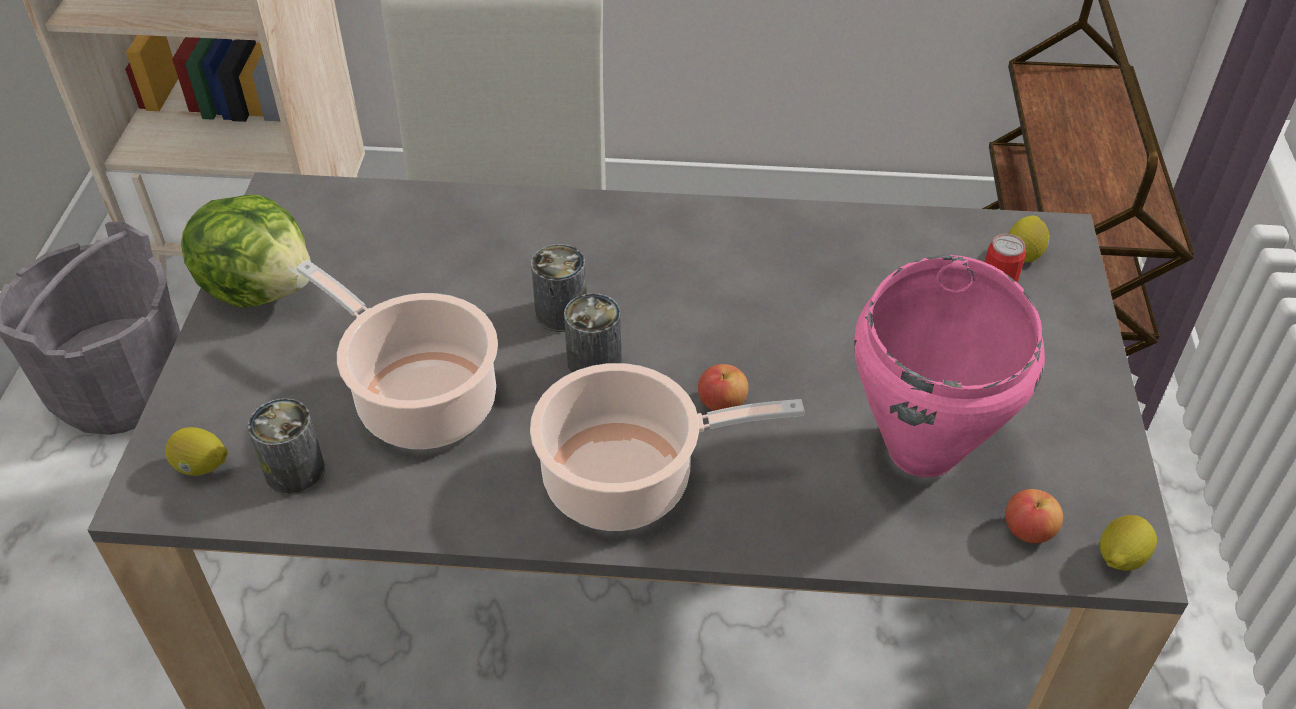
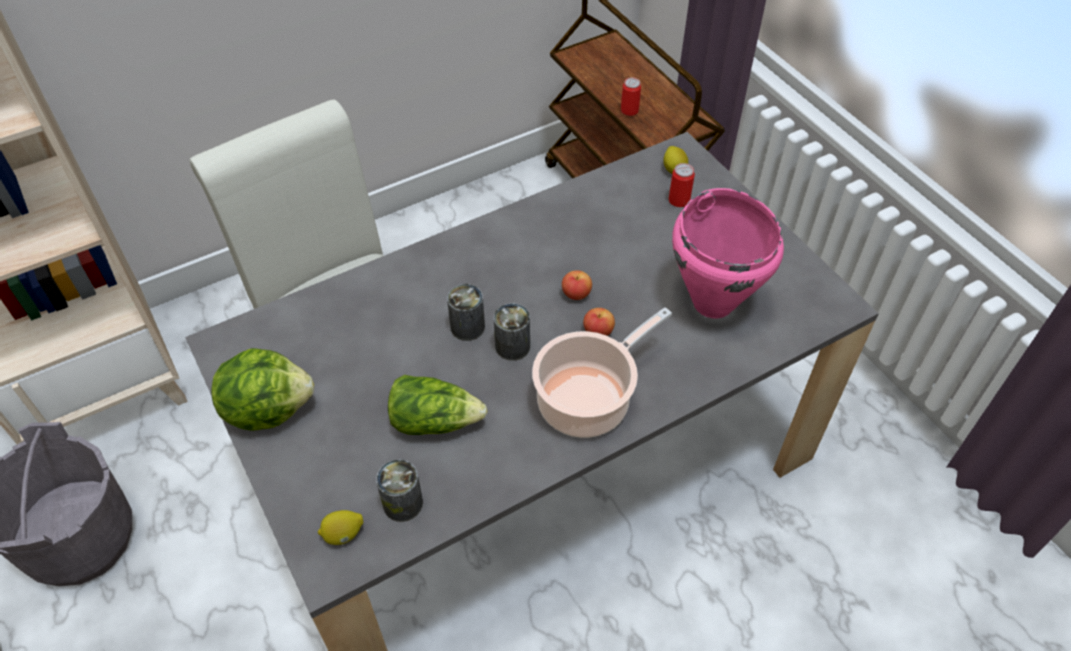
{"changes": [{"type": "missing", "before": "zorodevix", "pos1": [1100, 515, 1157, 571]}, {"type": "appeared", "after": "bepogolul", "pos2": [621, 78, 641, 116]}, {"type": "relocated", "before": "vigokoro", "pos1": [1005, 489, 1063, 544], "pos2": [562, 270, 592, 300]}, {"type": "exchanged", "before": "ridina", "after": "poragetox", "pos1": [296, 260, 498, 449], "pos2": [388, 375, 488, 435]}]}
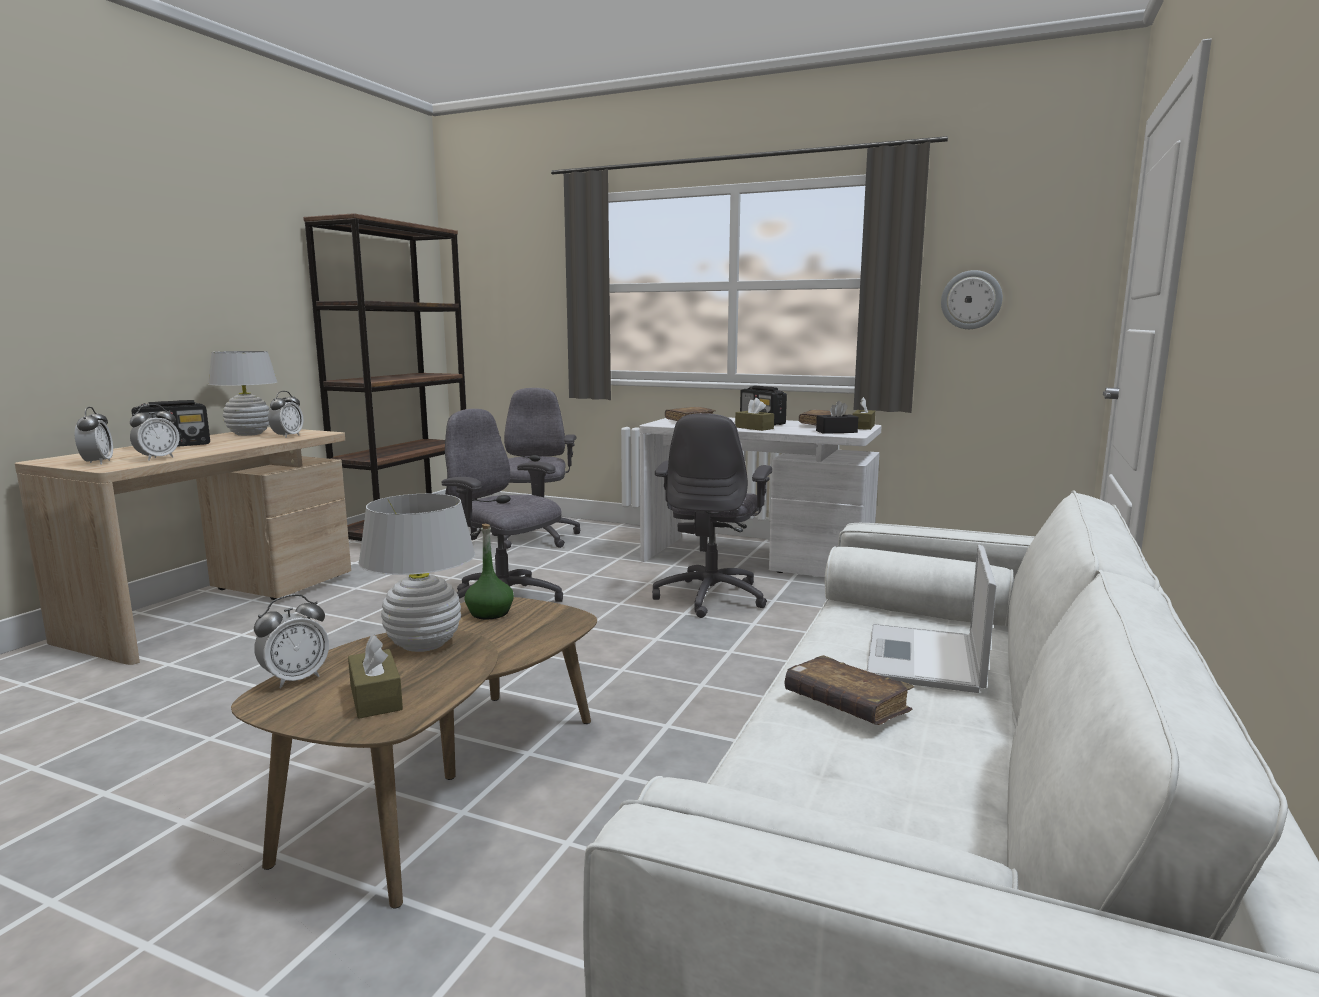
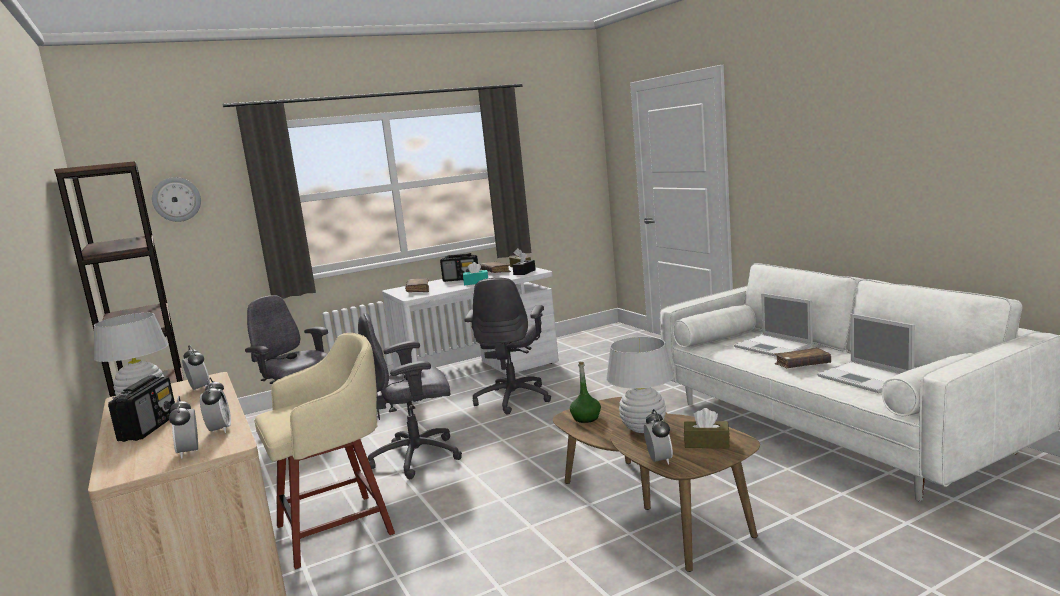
{"changes": [{"type": "appeared", "after": "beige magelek", "pos2": [254, 333, 395, 569]}, {"type": "appeared", "after": "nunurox", "pos2": [817, 314, 915, 393]}, {"type": "relocated", "before": "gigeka", "pos1": [941, 270, 1003, 329], "pos2": [152, 177, 201, 222]}, {"type": "colour", "before": "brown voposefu", "after": "turquoise voposefu", "pos1": [735, 398, 774, 431], "pos2": [463, 262, 488, 285]}, {"type": "spun", "before": "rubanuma", "pos1": [75, 407, 113, 465], "pos2": [169, 396, 198, 459], "turn": -135}, {"type": "spun", "before": "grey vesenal", "pos1": [652, 413, 772, 618], "pos2": [464, 278, 551, 415], "turn": 45}]}
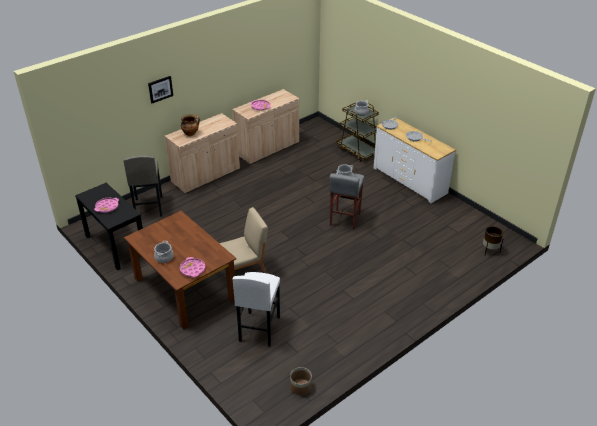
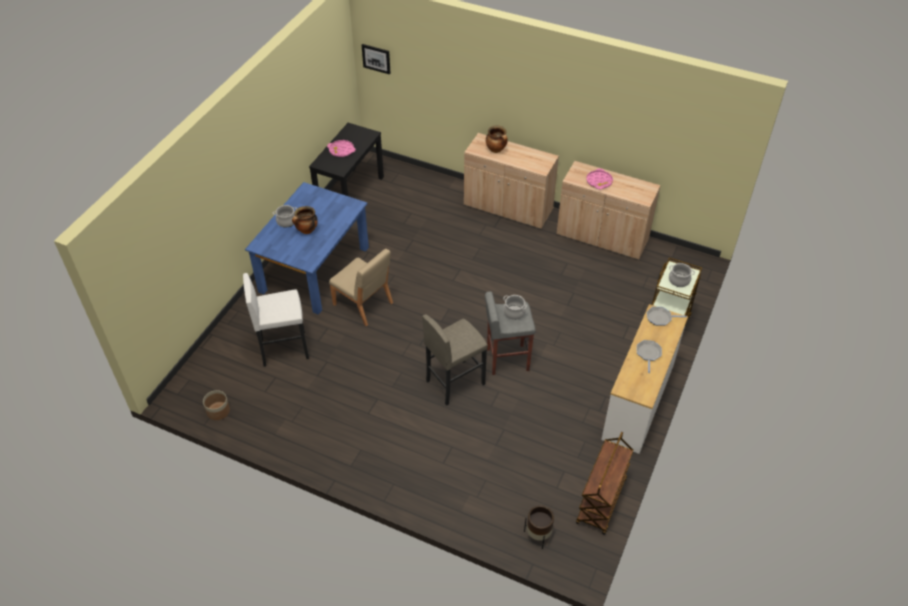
{"changes": [{"type": "missing", "before": "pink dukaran", "pos1": [180, 257, 205, 277]}, {"type": "appeared", "after": "ridina", "pos2": [292, 206, 318, 234]}, {"type": "appeared", "after": "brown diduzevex", "pos2": [576, 432, 633, 535]}, {"type": "relocated", "before": "grey magelek", "pos1": [123, 155, 163, 217], "pos2": [422, 314, 488, 406]}, {"type": "relocated", "before": "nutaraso", "pos1": [148, 76, 173, 103], "pos2": [362, 44, 390, 75]}, {"type": "colour", "before": "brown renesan", "after": "blue renesan", "pos1": [124, 211, 236, 330], "pos2": [245, 182, 369, 315]}]}
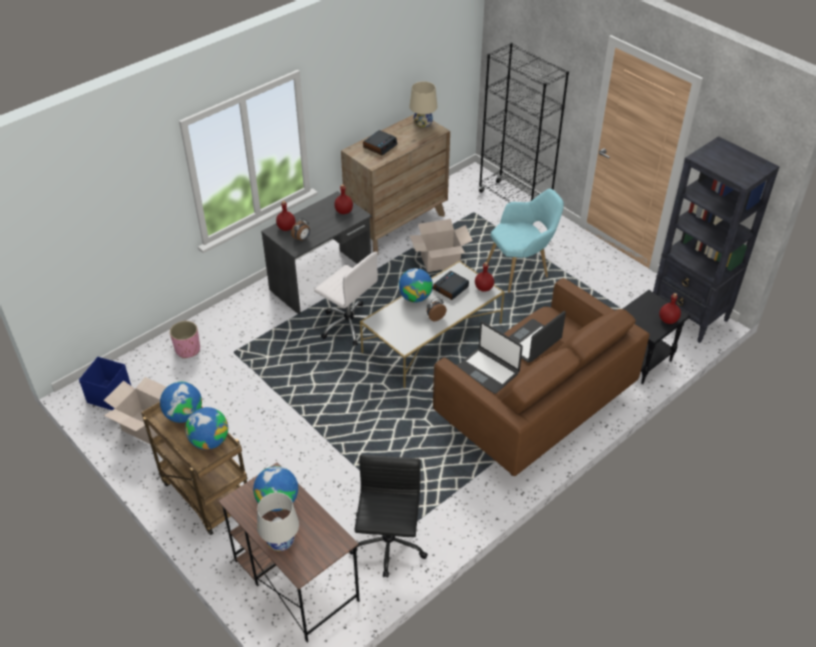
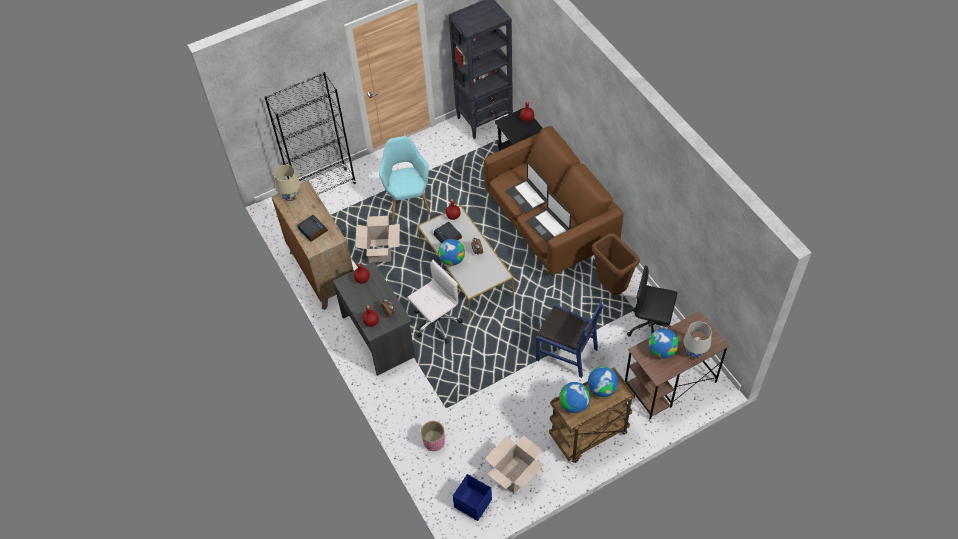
{"changes": [{"type": "appeared", "after": "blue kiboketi", "pos2": [536, 300, 604, 378]}, {"type": "appeared", "after": "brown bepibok", "pos2": [592, 233, 640, 295]}, {"type": "spun", "before": "nunurox", "pos1": [457, 322, 523, 394], "pos2": [527, 191, 572, 243], "turn": 90}]}
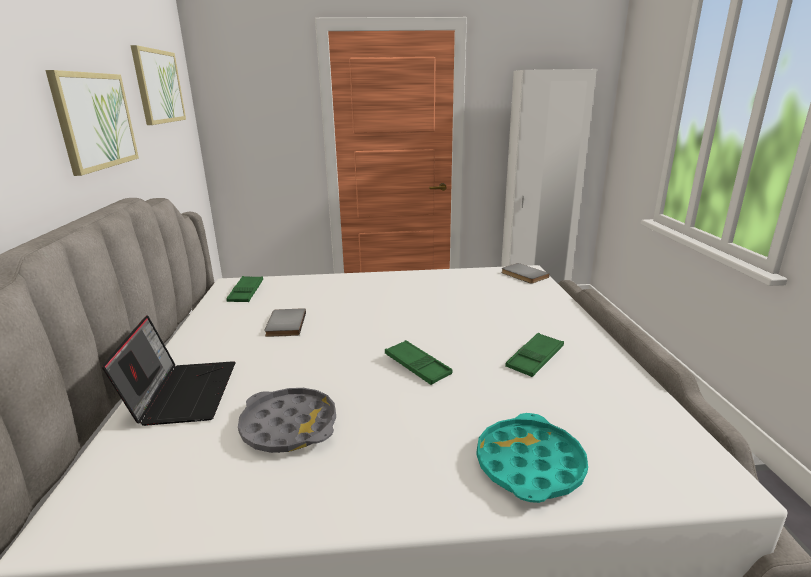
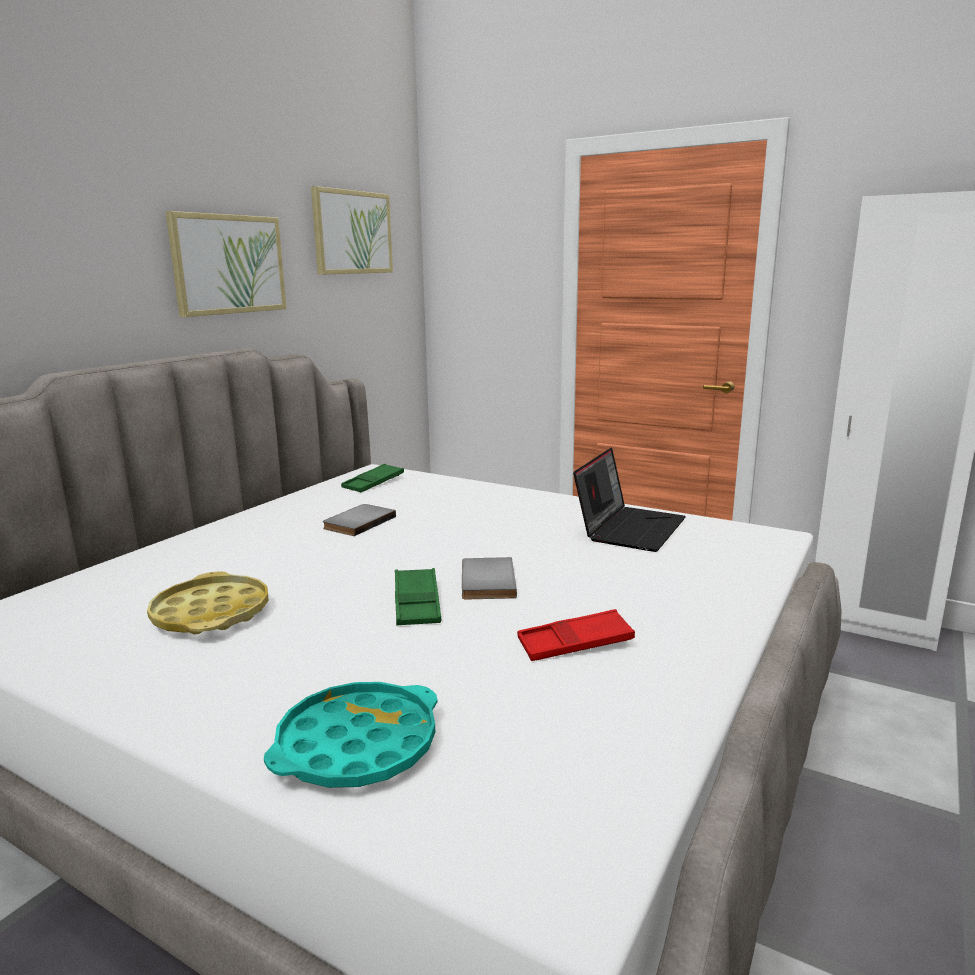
{"changes": [{"type": "relocated", "before": "nunurox", "pos1": [102, 315, 236, 426], "pos2": [573, 447, 686, 552]}, {"type": "relocated", "before": "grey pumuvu", "pos1": [501, 263, 550, 284], "pos2": [462, 557, 517, 599]}, {"type": "colour", "before": "grey dukaran", "after": "yellow dukaran", "pos1": [238, 388, 336, 453], "pos2": [147, 571, 269, 634]}, {"type": "colour", "before": "green dukaran", "after": "red dukaran", "pos1": [505, 333, 564, 377], "pos2": [517, 609, 635, 661]}]}
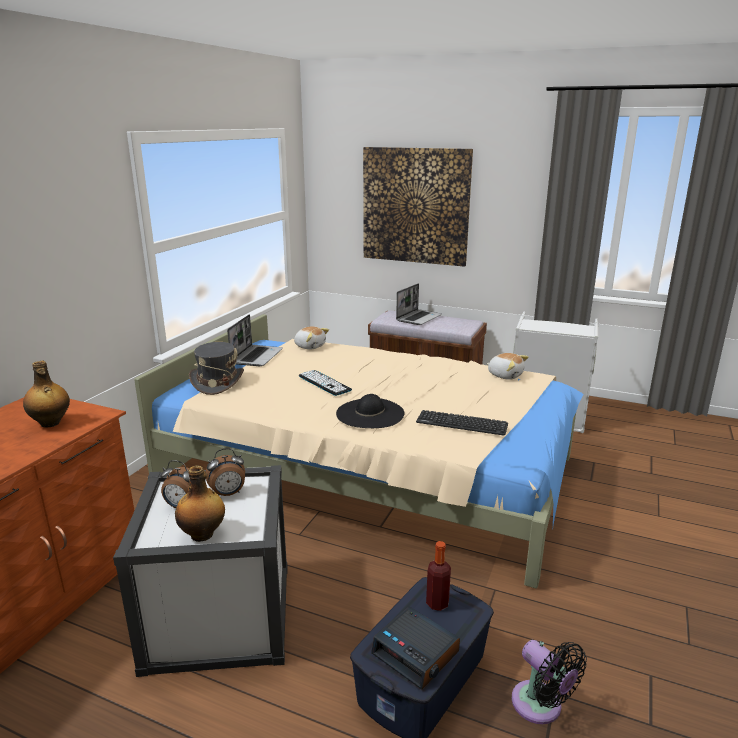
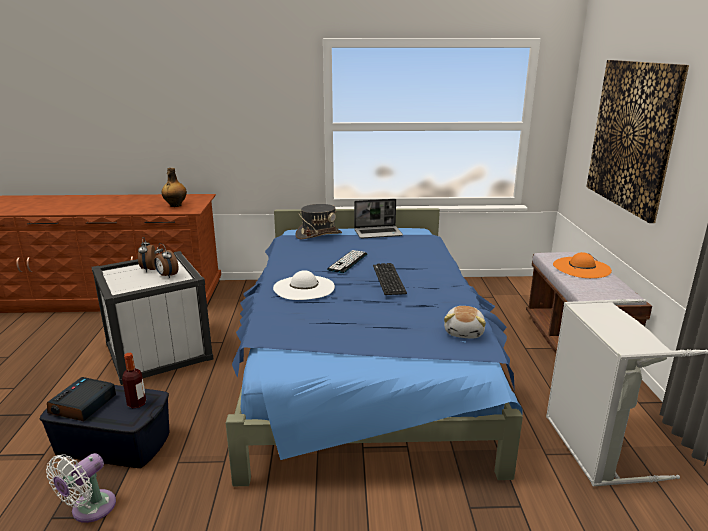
{"changes": [{"type": "missing", "before": "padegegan", "pos1": [175, 465, 225, 542]}, {"type": "missing", "before": "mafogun", "pos1": [294, 326, 329, 350]}, {"type": "relocated", "before": "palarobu", "pos1": [416, 410, 508, 436], "pos2": [373, 263, 407, 295]}, {"type": "exchanged", "before": "nunurox", "after": "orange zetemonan", "pos1": [396, 284, 442, 325], "pos2": [553, 252, 612, 278]}, {"type": "colour", "before": "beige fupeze", "after": "blue fupeze", "pos1": [134, 314, 584, 589], "pos2": [226, 208, 523, 486]}, {"type": "colour", "before": "black zetemonan", "after": "white zetemonan", "pos1": [336, 394, 404, 428], "pos2": [273, 270, 335, 300]}, {"type": "colour", "before": "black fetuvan", "after": "white fetuvan", "pos1": [512, 640, 587, 724], "pos2": [46, 453, 116, 523]}]}
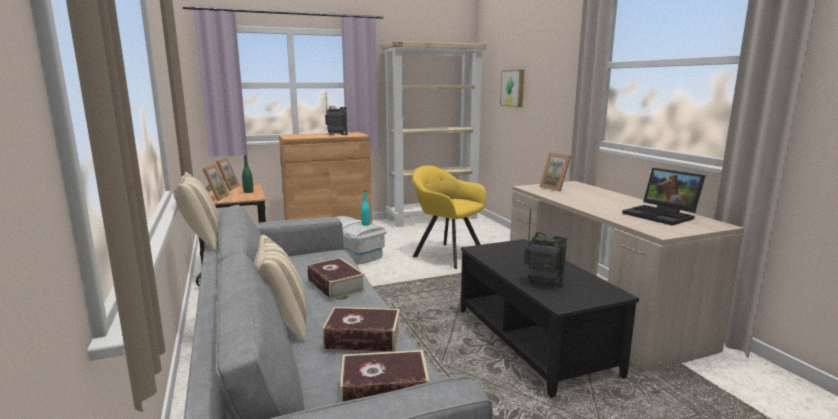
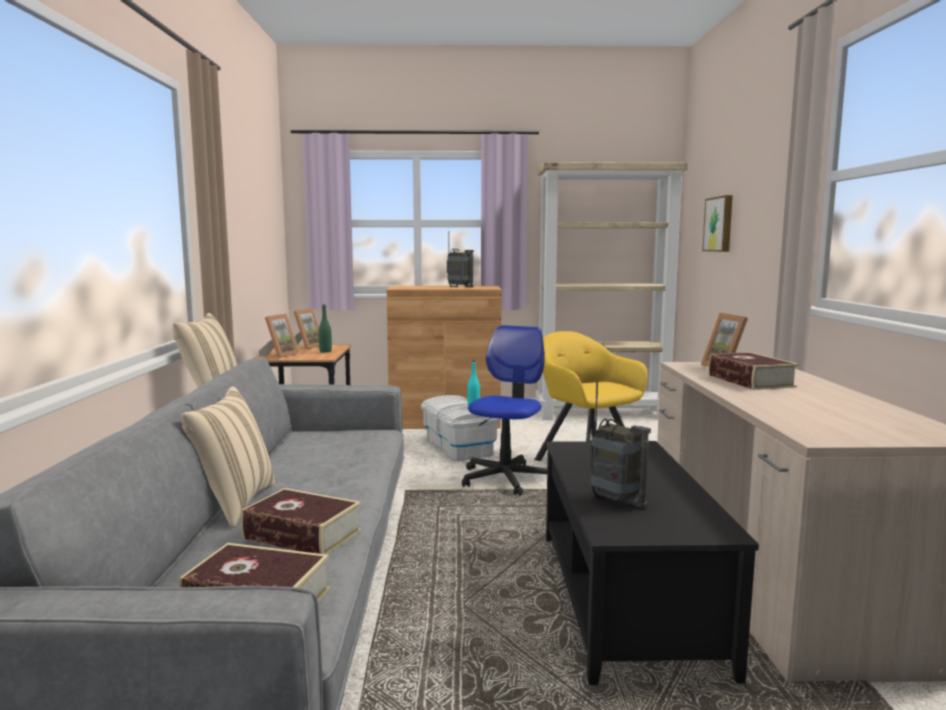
{"changes": [{"type": "missing", "before": "nunurox", "pos1": [622, 168, 705, 226]}, {"type": "appeared", "after": "vesenal", "pos2": [462, 325, 547, 496]}, {"type": "relocated", "before": "pumuvu", "pos1": [307, 258, 366, 300], "pos2": [708, 352, 799, 390]}]}
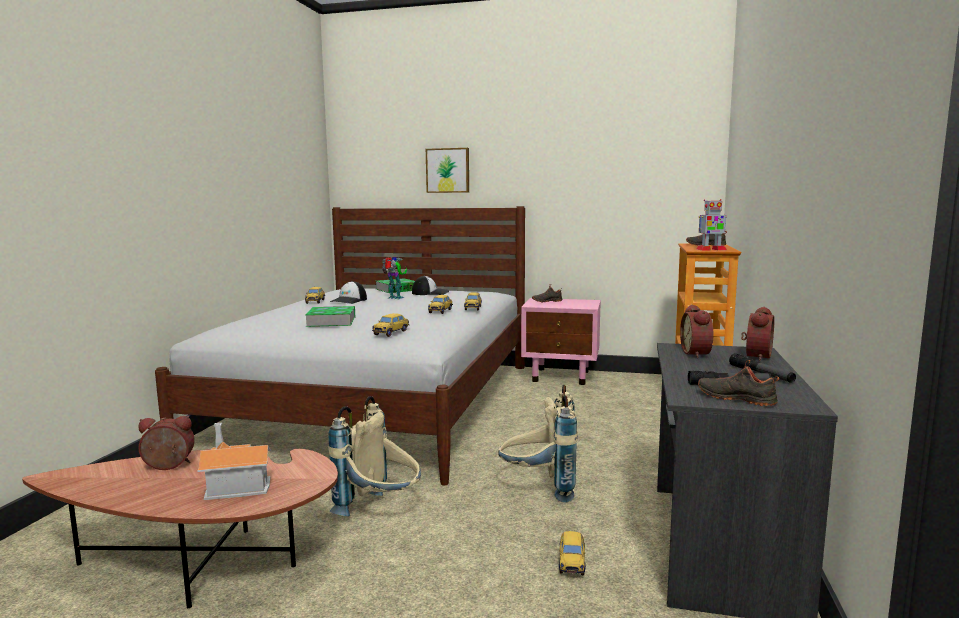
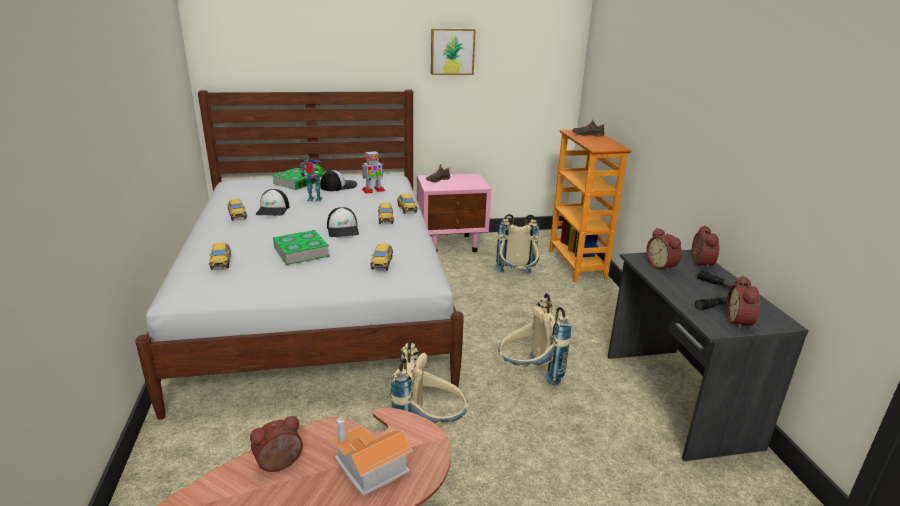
{"changes": [{"type": "appeared", "after": "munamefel", "pos2": [327, 207, 359, 237]}, {"type": "appeared", "after": "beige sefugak", "pos2": [494, 214, 539, 273]}, {"type": "relocated", "before": "nutaraso", "pos1": [426, 148, 469, 193], "pos2": [431, 28, 476, 75]}, {"type": "relocated", "before": "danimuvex", "pos1": [559, 531, 586, 575], "pos2": [209, 242, 231, 270]}, {"type": "relocated", "before": "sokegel", "pos1": [696, 199, 727, 251], "pos2": [362, 150, 385, 194]}, {"type": "exchanged", "before": "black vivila", "after": "rubanuma", "pos1": [698, 360, 779, 406], "pos2": [726, 275, 760, 330]}]}
